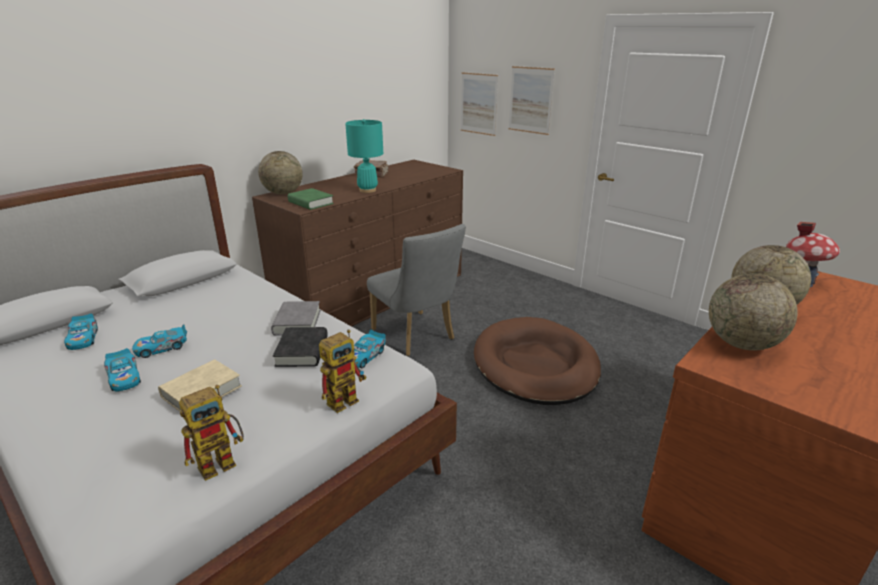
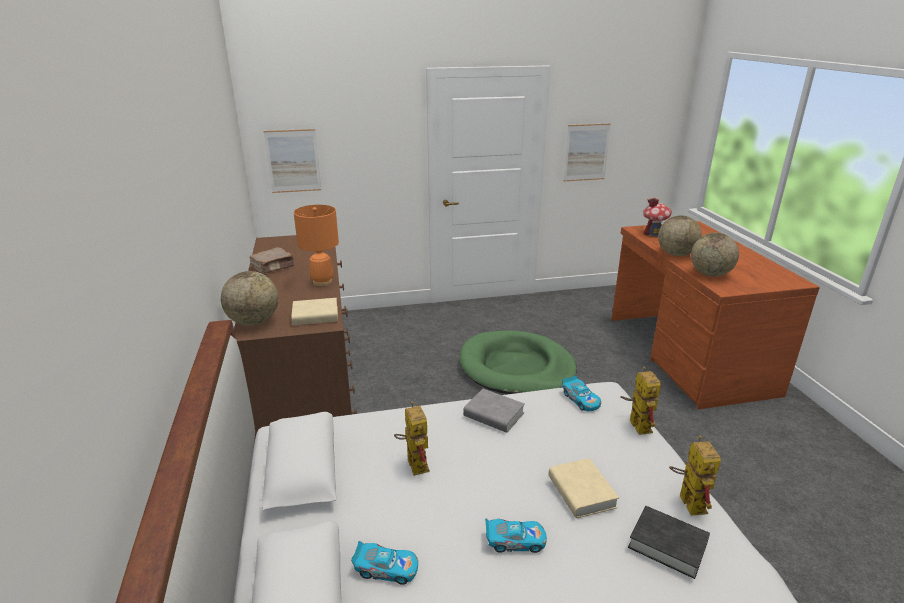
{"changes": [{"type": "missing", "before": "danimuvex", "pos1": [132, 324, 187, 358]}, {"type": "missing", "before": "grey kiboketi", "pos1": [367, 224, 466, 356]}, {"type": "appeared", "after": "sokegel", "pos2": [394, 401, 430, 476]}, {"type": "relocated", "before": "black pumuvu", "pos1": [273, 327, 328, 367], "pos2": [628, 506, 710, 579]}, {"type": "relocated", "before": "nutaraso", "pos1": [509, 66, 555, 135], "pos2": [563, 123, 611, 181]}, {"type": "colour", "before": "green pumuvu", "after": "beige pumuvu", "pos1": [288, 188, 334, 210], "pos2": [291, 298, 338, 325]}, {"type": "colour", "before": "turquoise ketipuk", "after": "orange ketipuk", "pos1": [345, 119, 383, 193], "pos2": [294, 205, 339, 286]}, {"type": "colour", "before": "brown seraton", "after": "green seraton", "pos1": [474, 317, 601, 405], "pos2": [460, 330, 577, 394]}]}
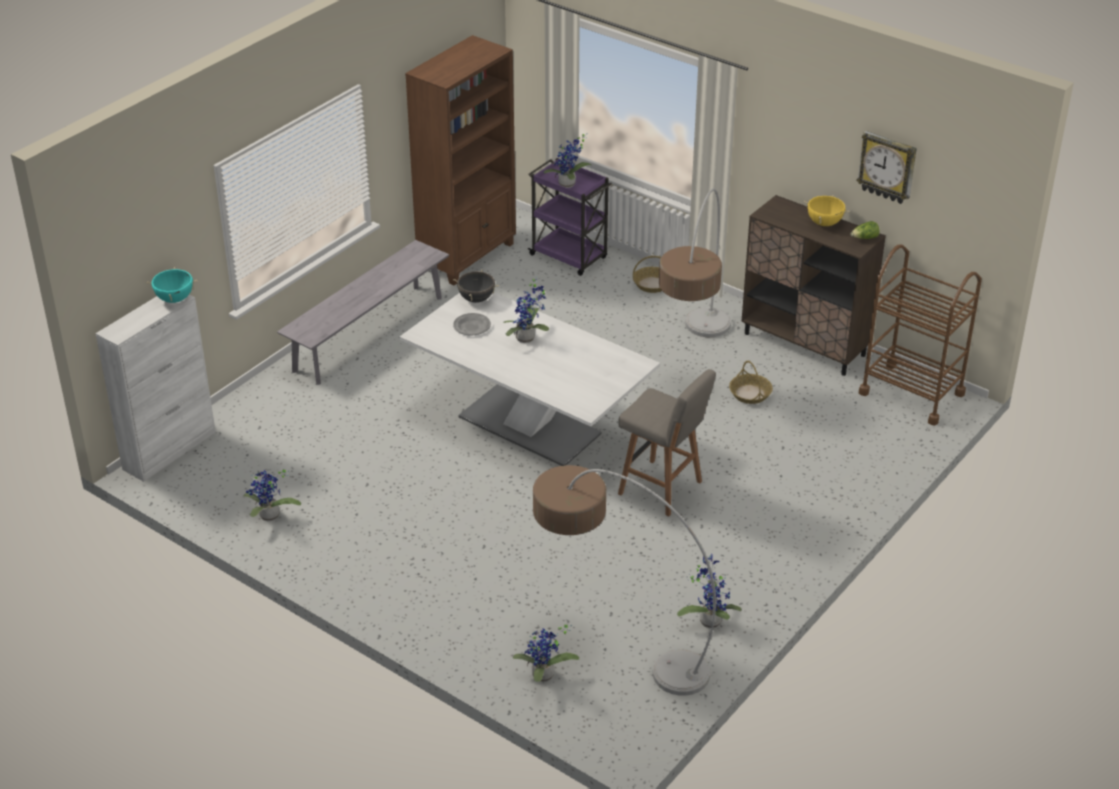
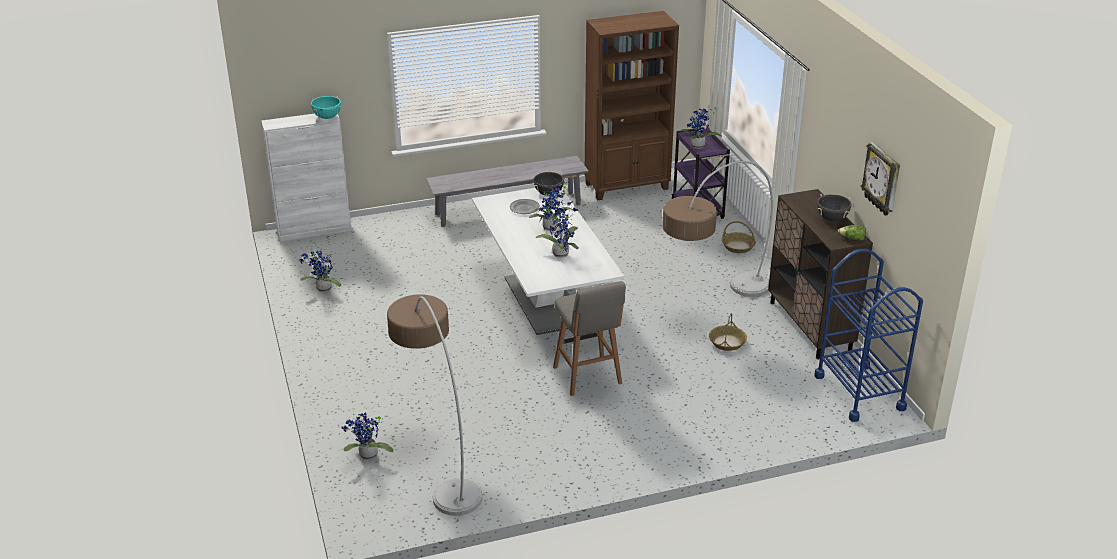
{"changes": [{"type": "relocated", "before": "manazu", "pos1": [677, 554, 742, 628], "pos2": [536, 199, 579, 258]}, {"type": "colour", "before": "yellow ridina", "after": "black ridina", "pos1": [804, 195, 849, 226], "pos2": [817, 194, 852, 221]}, {"type": "colour", "before": "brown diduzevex", "after": "blue diduzevex", "pos1": [859, 245, 982, 426], "pos2": [814, 249, 923, 422]}]}
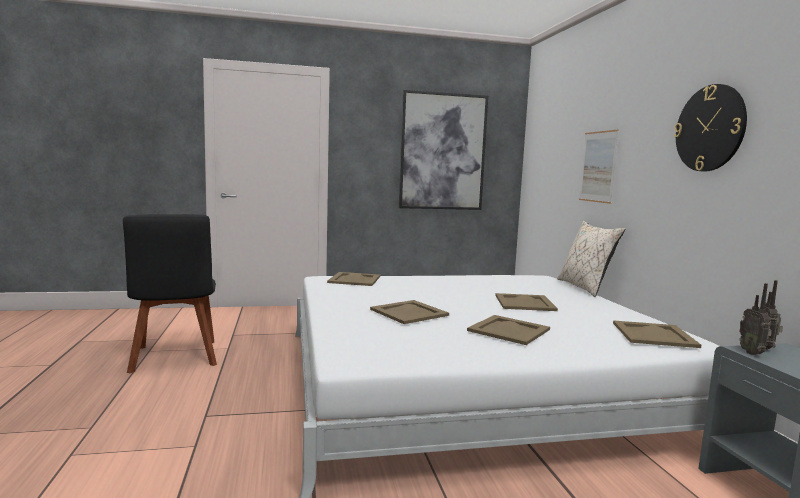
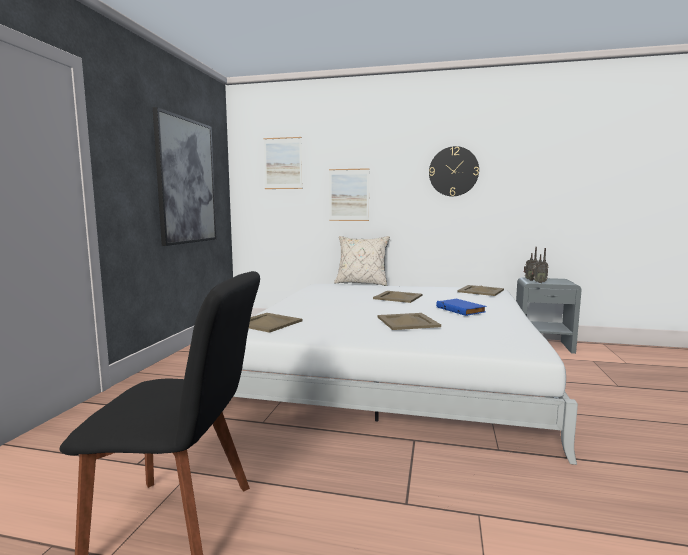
{"changes": [{"type": "appeared", "after": "nutaraso", "pos2": [263, 137, 302, 189]}, {"type": "exchanged", "before": "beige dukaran", "after": "blue pumuvu", "pos1": [467, 315, 550, 345], "pos2": [436, 299, 486, 316]}]}
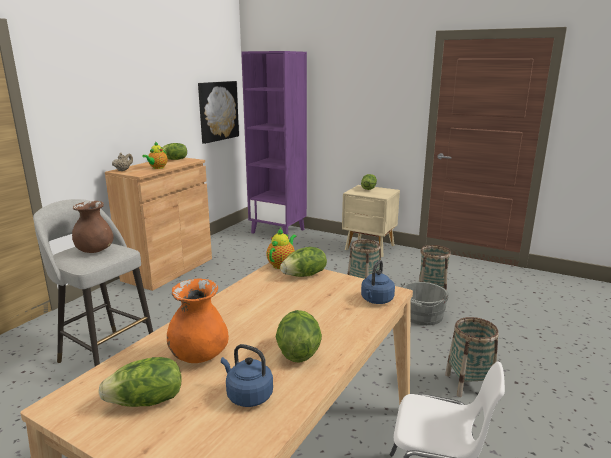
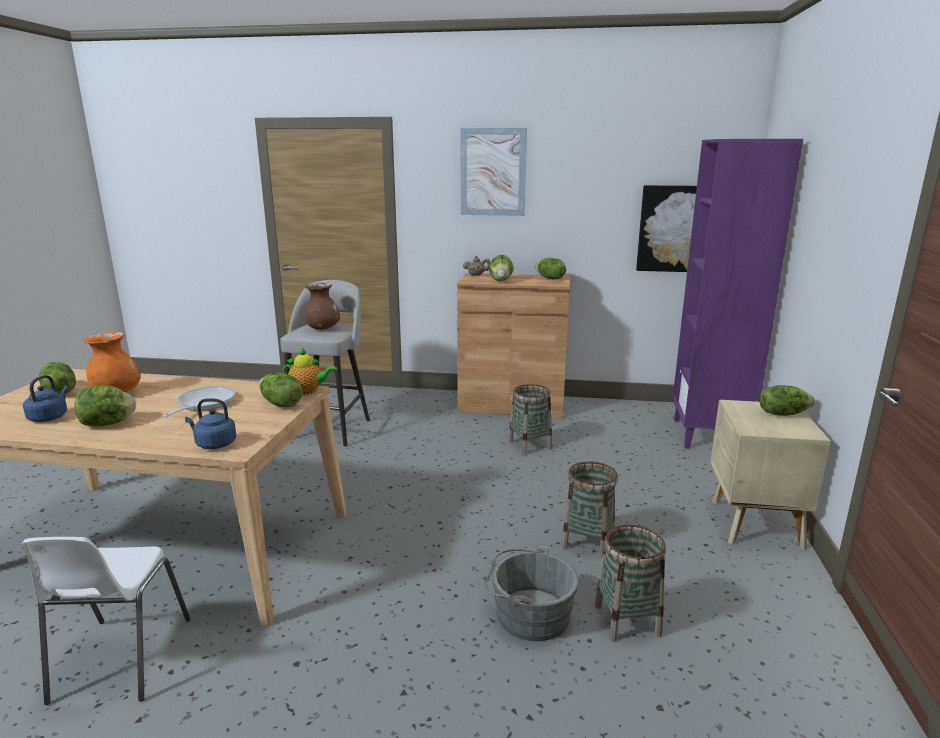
{"changes": [{"type": "appeared", "after": "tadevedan", "pos2": [162, 386, 236, 418]}, {"type": "appeared", "after": "nutaraso", "pos2": [460, 128, 527, 216]}, {"type": "relocated", "before": "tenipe", "pos1": [445, 317, 499, 397], "pos2": [508, 384, 552, 454]}, {"type": "exchanged", "before": "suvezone", "after": "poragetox", "pos1": [142, 141, 168, 169], "pos2": [489, 255, 514, 282]}]}
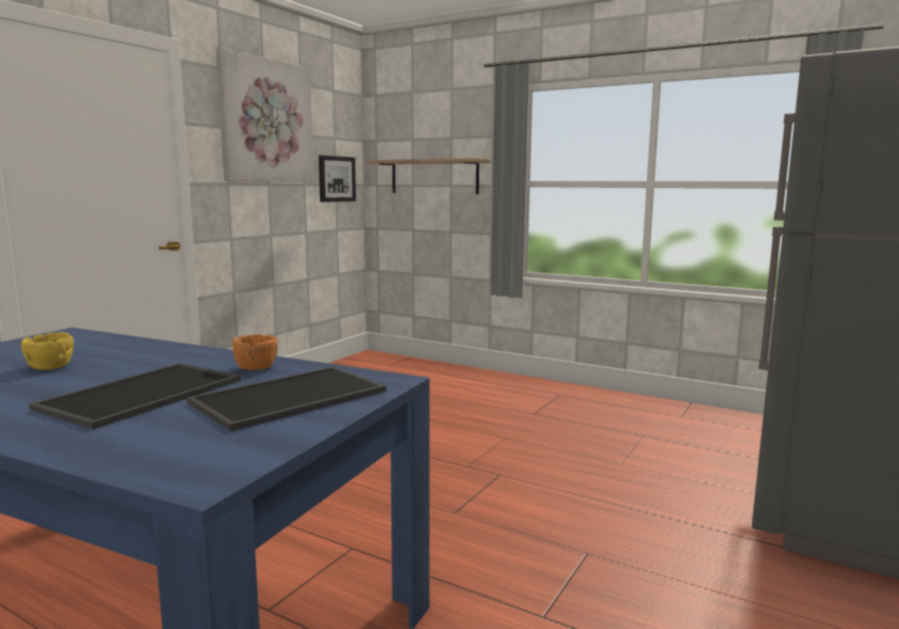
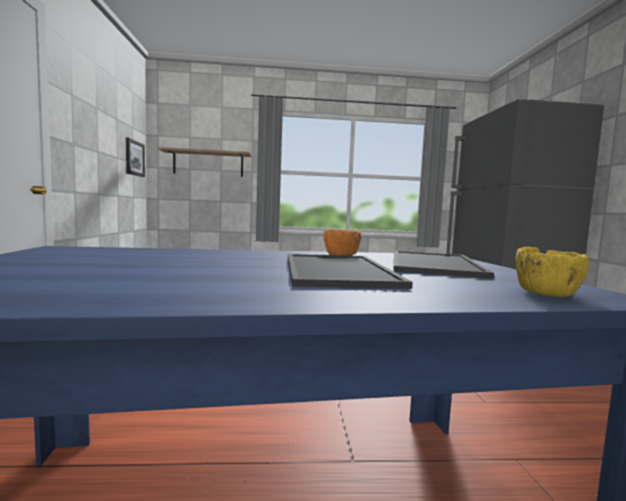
{"changes": [{"type": "missing", "before": "nutaraso", "pos1": [216, 48, 314, 182]}, {"type": "relocated", "before": "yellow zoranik", "pos1": [21, 332, 74, 370], "pos2": [515, 247, 589, 297]}]}
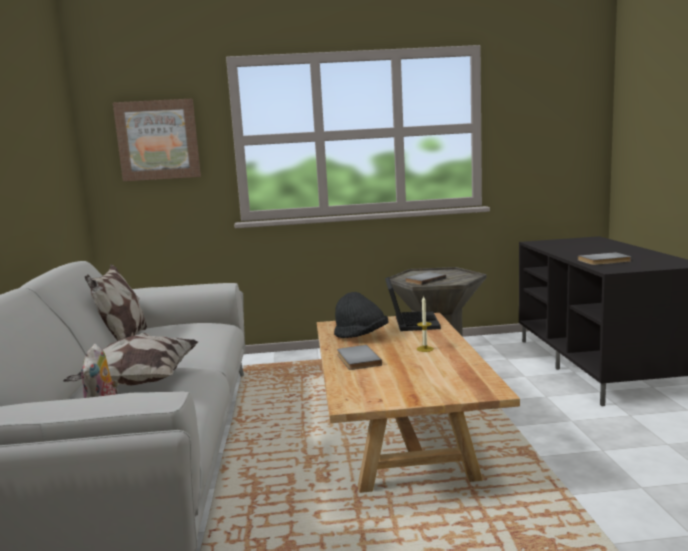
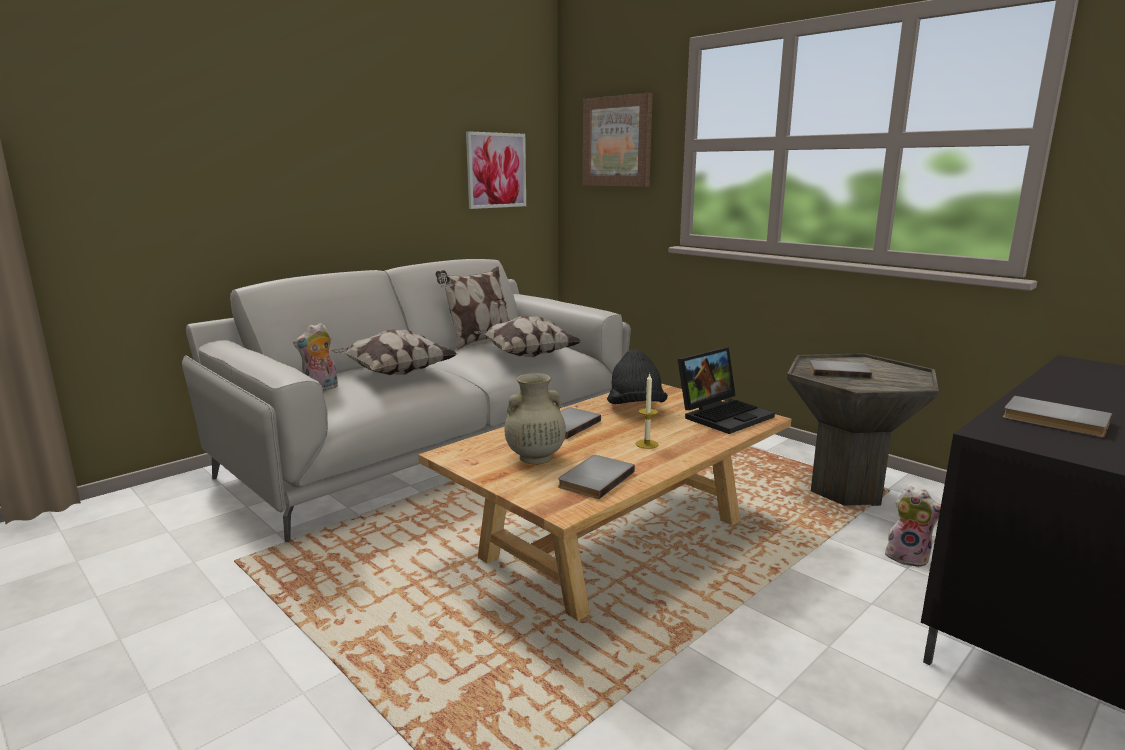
{"changes": [{"type": "appeared", "after": "nutaraso", "pos2": [466, 131, 526, 209]}, {"type": "appeared", "after": "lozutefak", "pos2": [474, 316, 582, 357]}, {"type": "appeared", "after": "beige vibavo", "pos2": [505, 373, 566, 464]}, {"type": "appeared", "after": "grey pumuvu", "pos2": [558, 455, 635, 499]}, {"type": "appeared", "after": "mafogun", "pos2": [885, 486, 941, 568]}]}
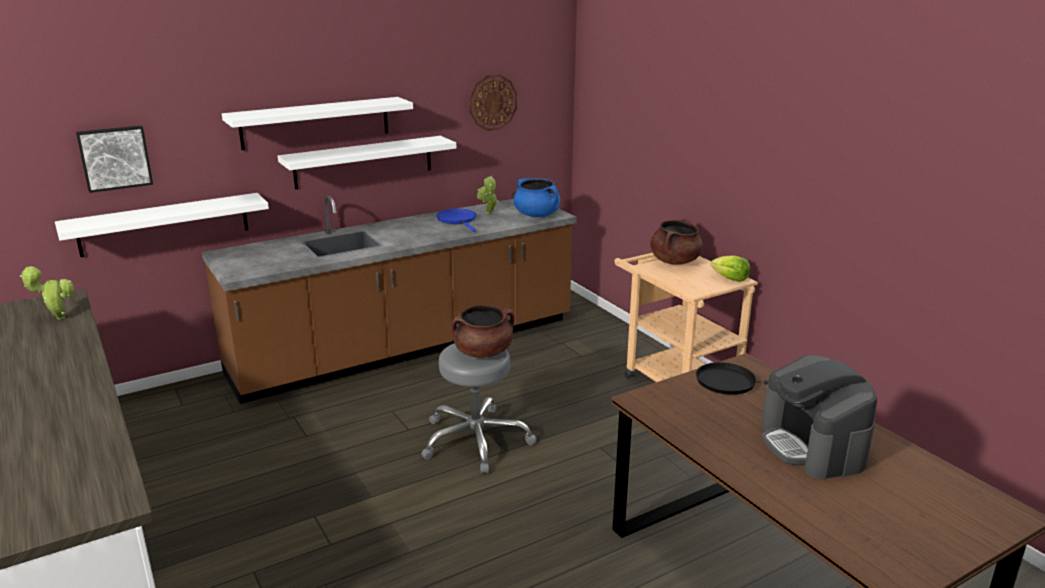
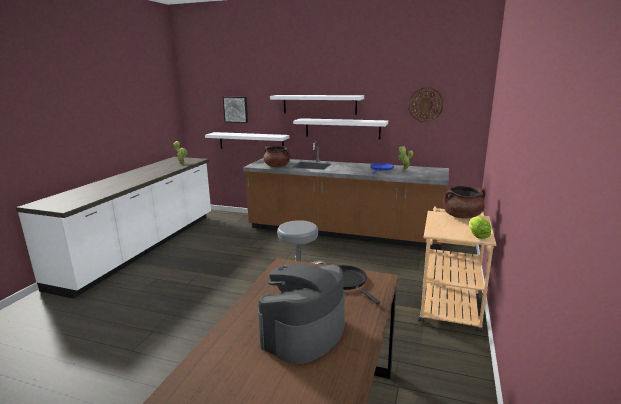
{"changes": [{"type": "missing", "before": "blue ridina", "pos1": [513, 178, 560, 217]}, {"type": "relocated", "before": "brown ridina", "pos1": [451, 305, 515, 358], "pos2": [263, 146, 290, 167]}]}
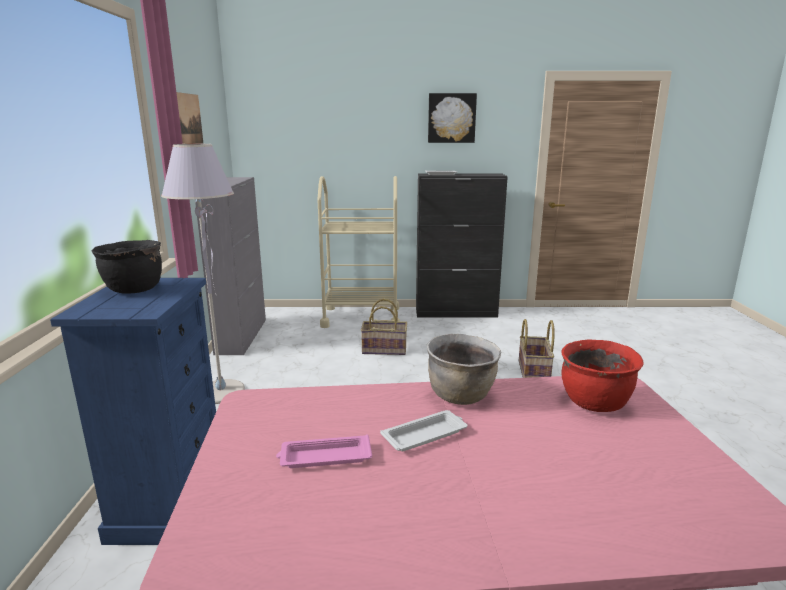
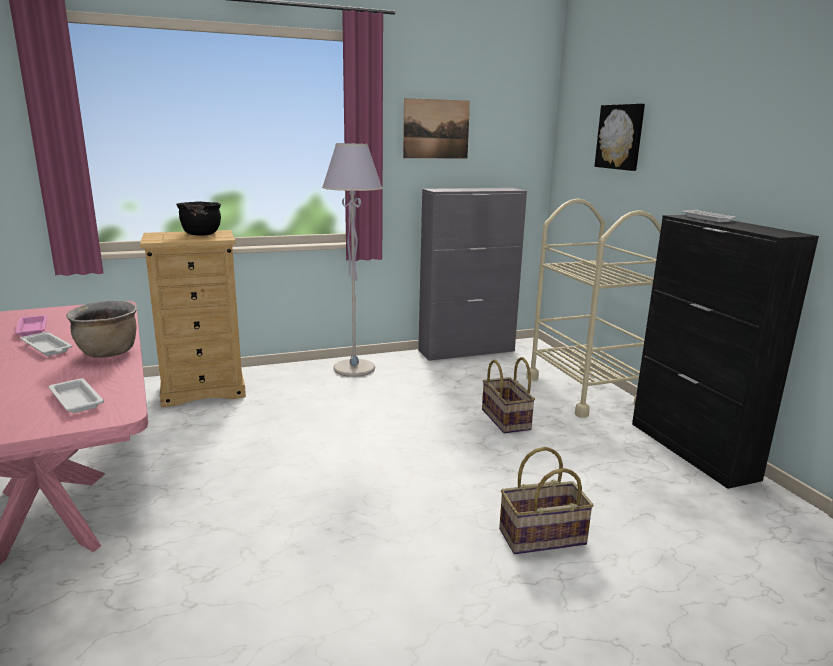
{"changes": [{"type": "relocated", "before": "nutaraso", "pos1": [428, 93, 477, 143], "pos2": [594, 104, 645, 171]}, {"type": "exchanged", "before": "red ridina", "after": "white dukaran", "pos1": [561, 339, 644, 412], "pos2": [49, 378, 104, 413]}, {"type": "colour", "before": "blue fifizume", "after": "beige fifizume", "pos1": [50, 278, 216, 545], "pos2": [140, 230, 246, 407]}]}
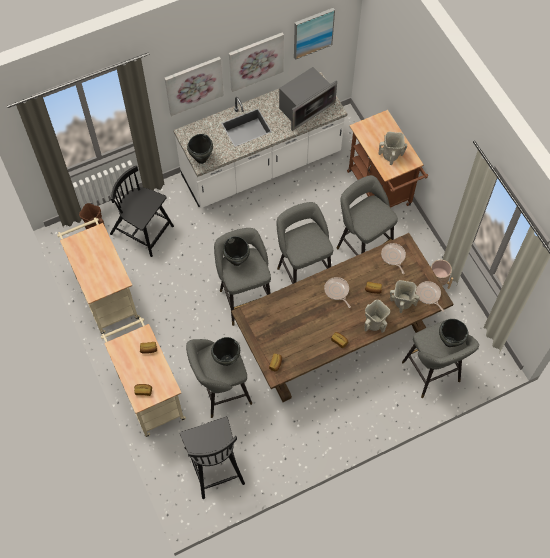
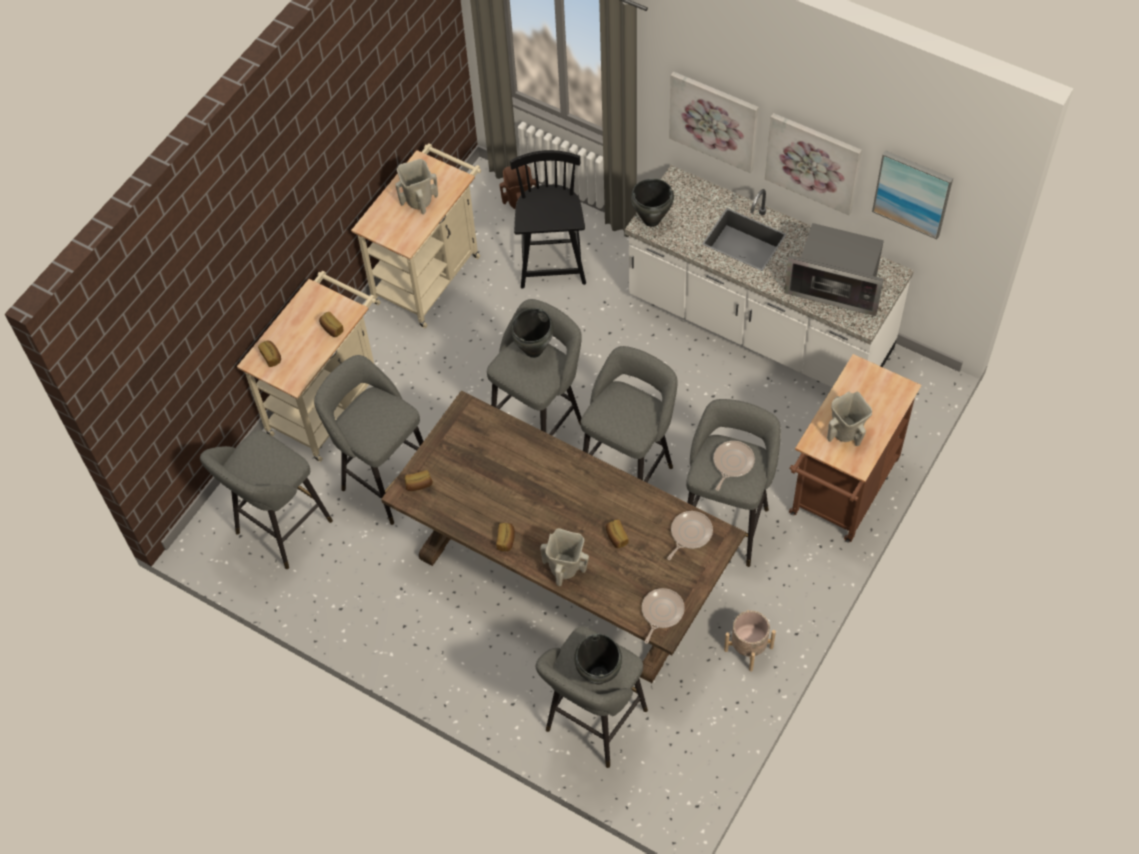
{"changes": [{"type": "missing", "before": "black ridina", "pos1": [211, 337, 240, 366]}, {"type": "relocated", "before": "tadevedan", "pos1": [324, 277, 351, 308], "pos2": [713, 441, 755, 491]}, {"type": "relocated", "before": "beige vibavo", "pos1": [390, 280, 419, 313], "pos2": [395, 159, 438, 214]}, {"type": "exchanged", "before": "black kiboketi", "after": "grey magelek", "pos1": [180, 417, 245, 499], "pos2": [200, 430, 333, 569]}]}
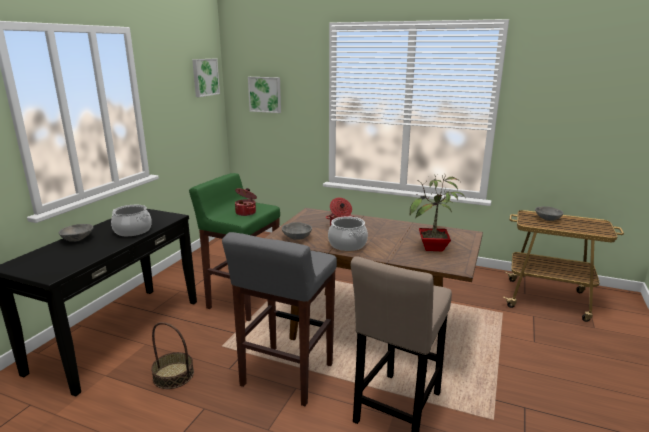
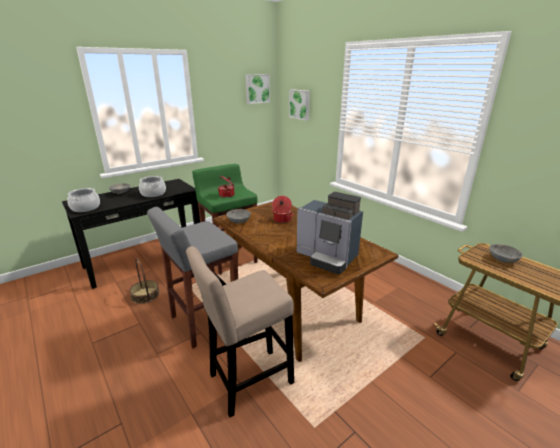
{"changes": [{"type": "relocated", "before": "ridina", "pos1": [328, 216, 368, 251], "pos2": [67, 188, 100, 212]}, {"type": "exchanged", "before": "manazu", "after": "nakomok", "pos1": [409, 173, 465, 251], "pos2": [296, 192, 363, 274]}]}
